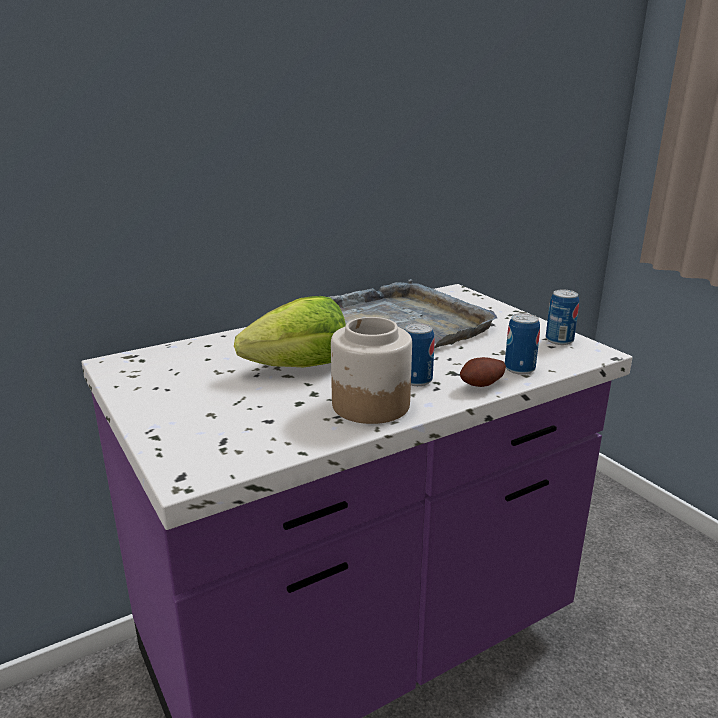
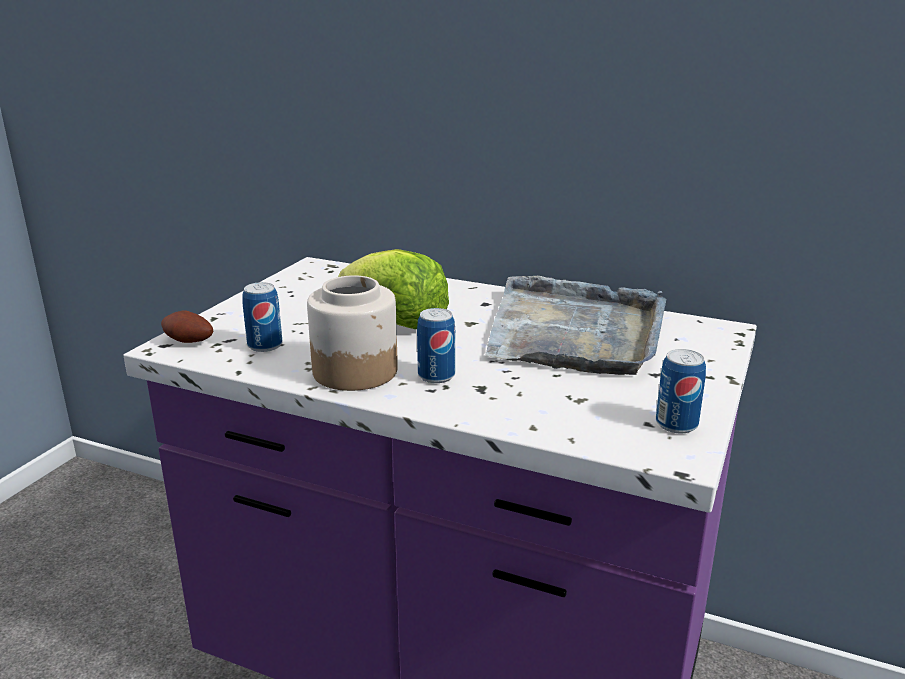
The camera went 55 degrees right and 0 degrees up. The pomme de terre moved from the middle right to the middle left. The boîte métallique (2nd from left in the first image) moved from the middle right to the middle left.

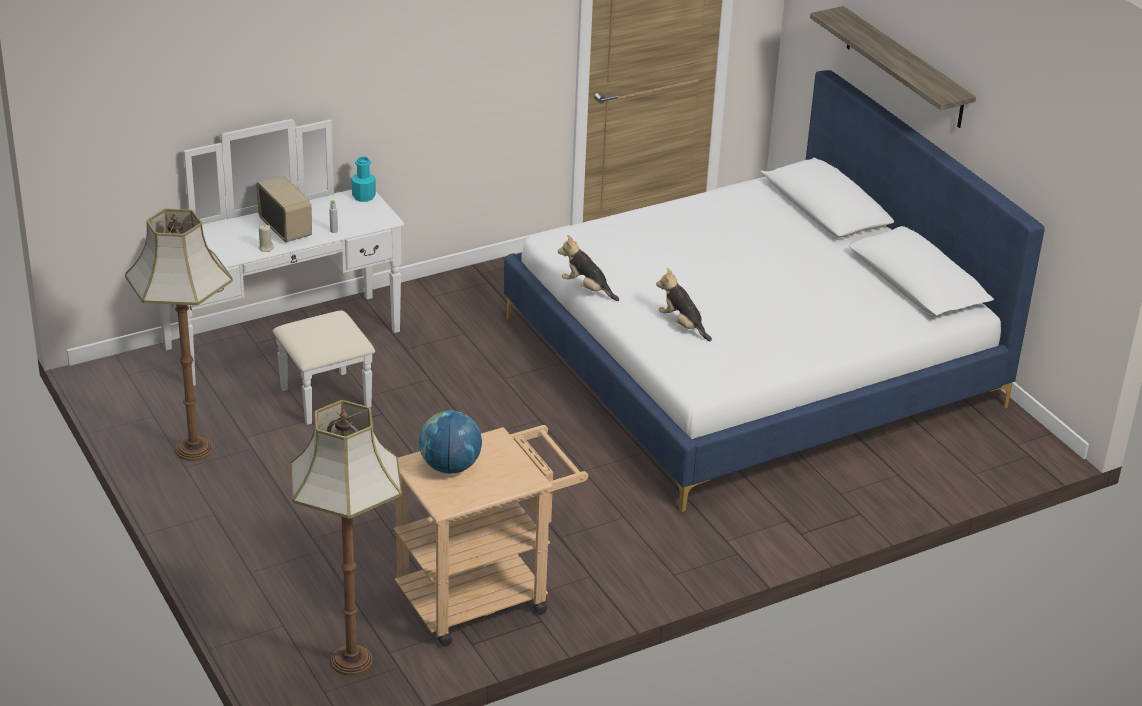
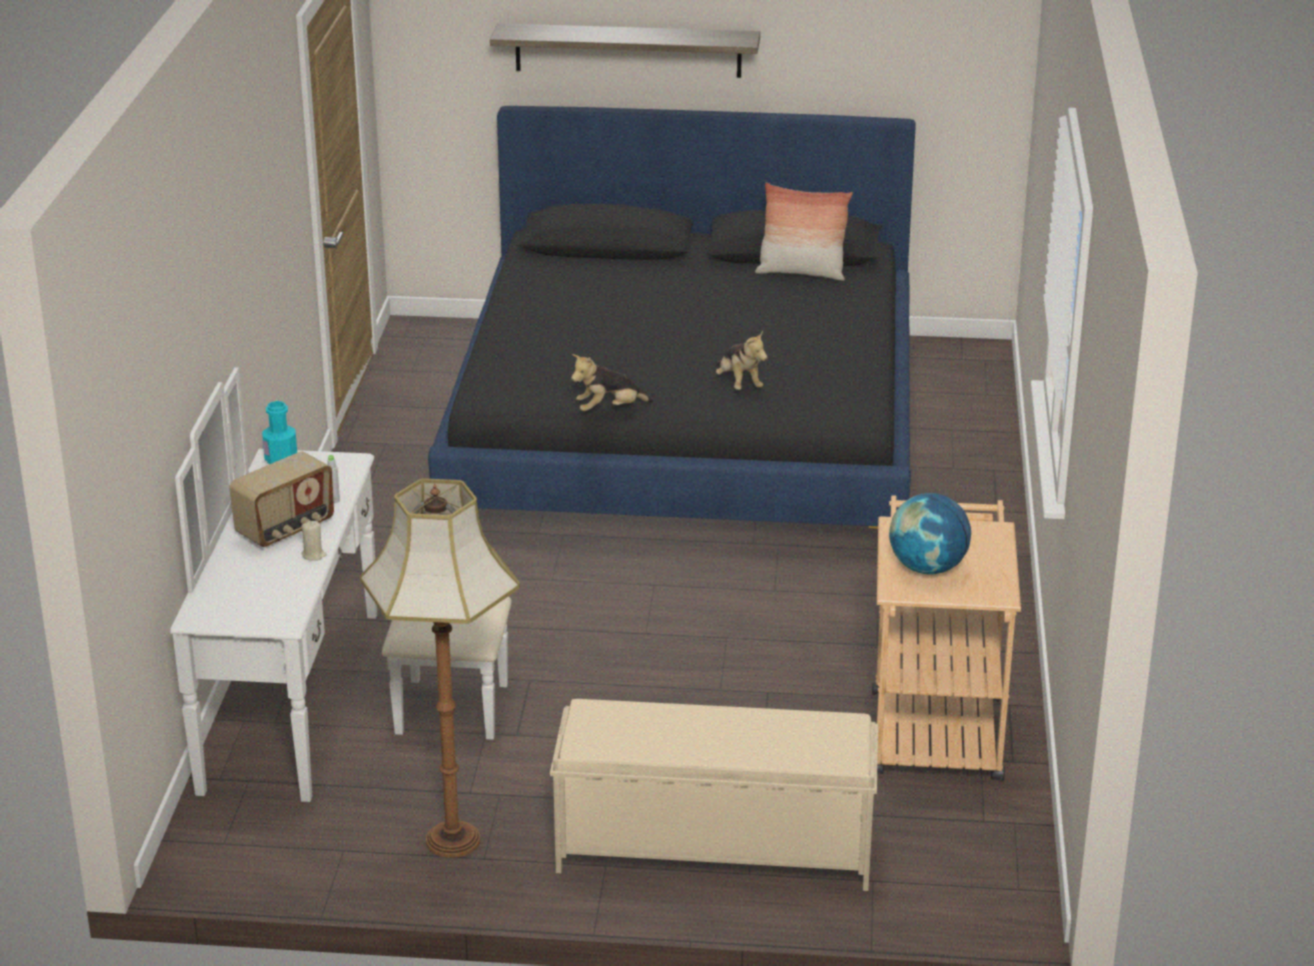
The camera went 55 degrees left and 5 degrees down. The radio at the top left turned 135 degrees clockwise. The lit/blanc at the middle right became the lit/noir at the top centre. The banc/beige at the bottom centre appeared. The peluche (2nd from left) at the centre turned 105 degrees counterclockwise. The coussin at the top centre appeared. The lampadaire (2nd from left) at the bottom left disappeared.

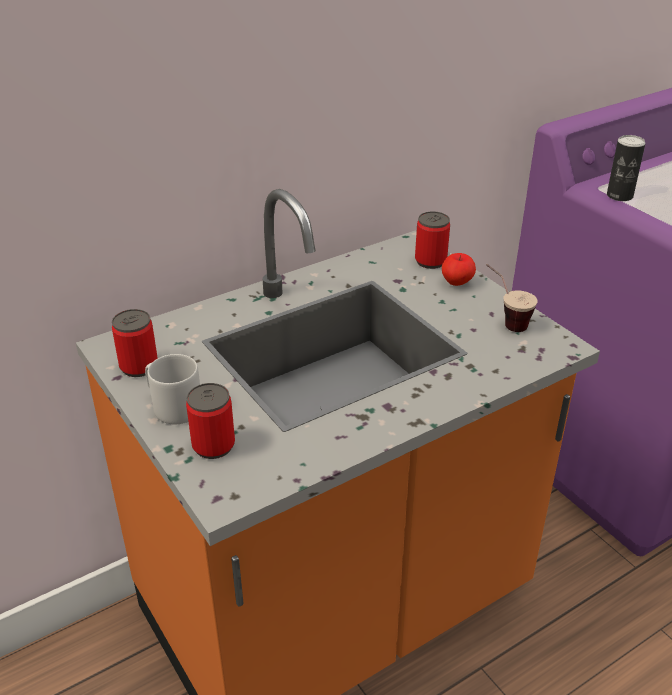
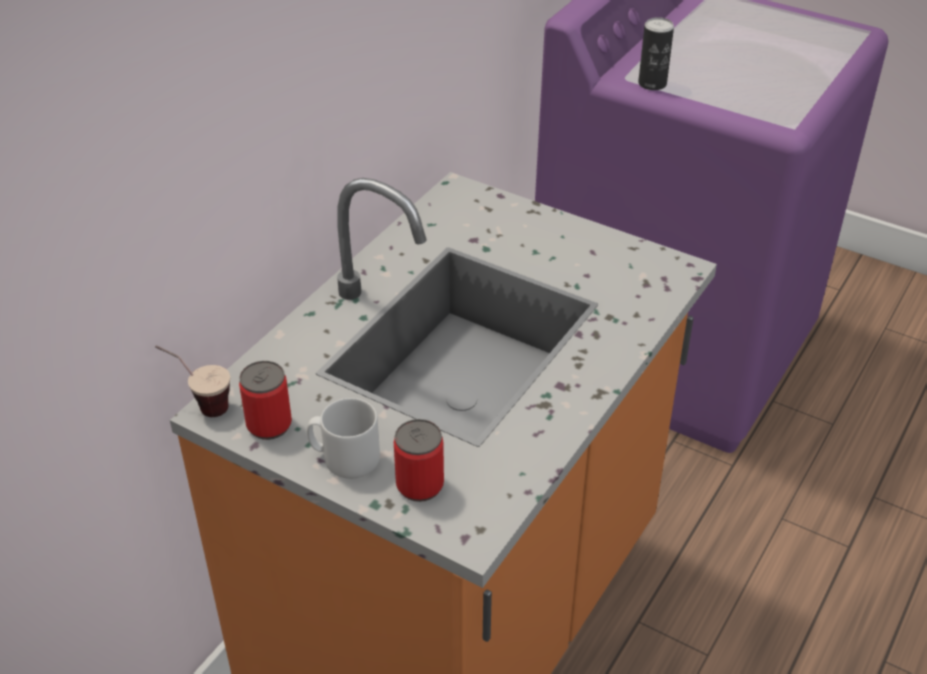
The camera went 25 degrees left and 5 degrees up. The tasse moved from the middle right to the middle left. The boîte métallique (3rd from left) at the centre disappeared. The pomme at the middle right disappeared.

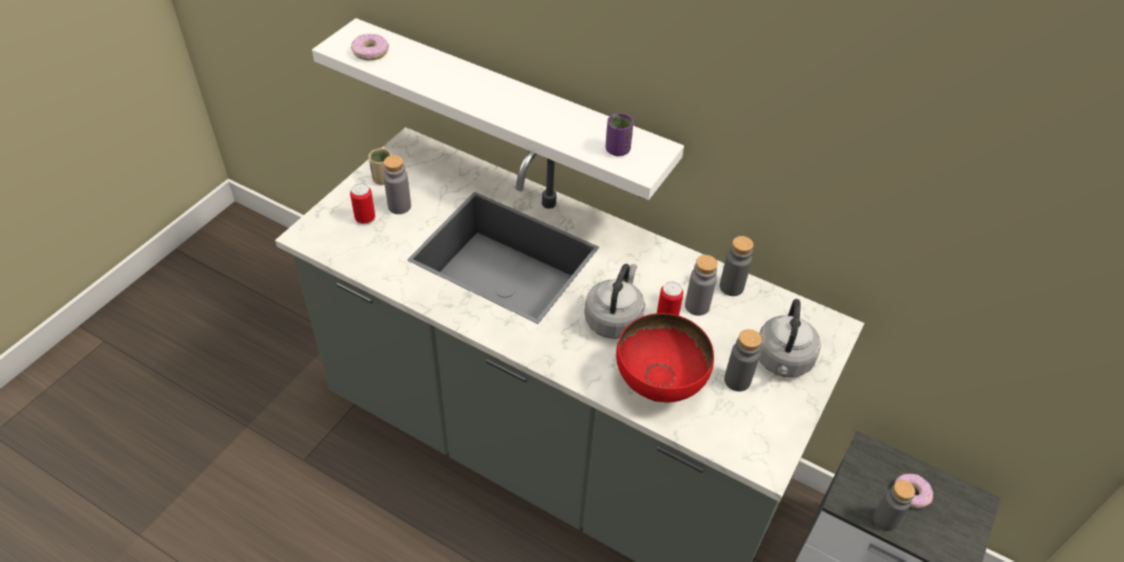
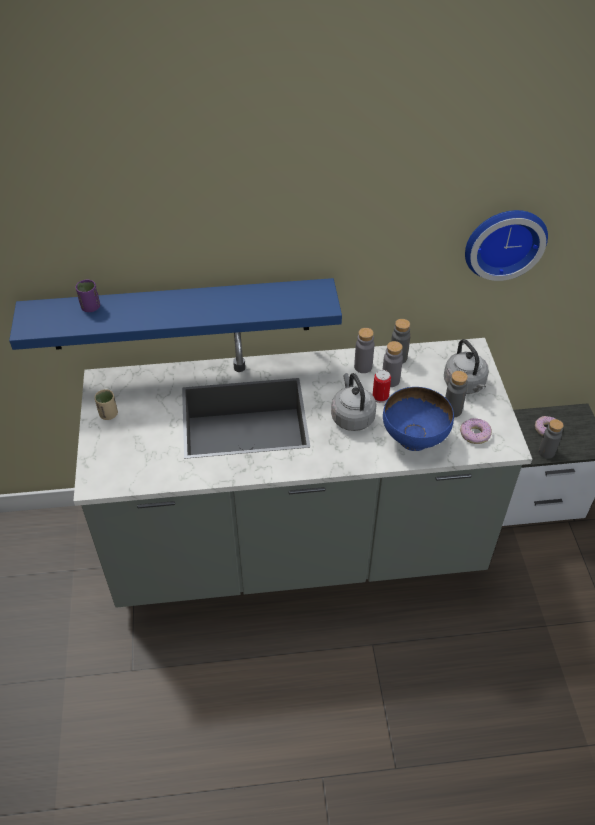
The camera went 35 degrees left and 0 degrees up. The étagère/blanc at the top centre became the étagère/bleu at the middle left. The tasse/violet moved from the top centre to the middle left. The bouteille/gris (1st from left) moved from the top centre to the centre. The bol/rouge at the centre became the bol/bleu at the middle right. The beignet (1st from left) moved from the top left to the middle right. The horloge murale at the top right appeared. The boîte métallique (1st from left) at the middle left disappeared.

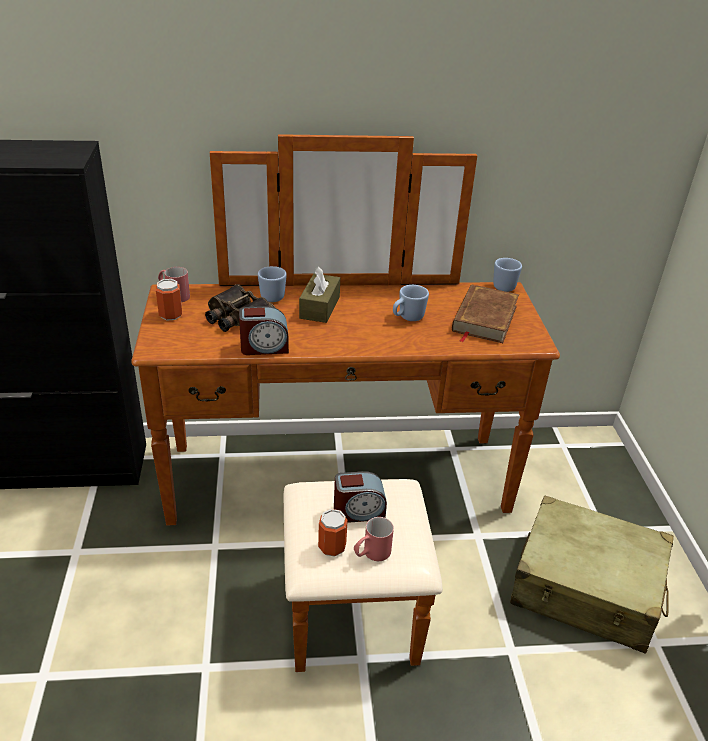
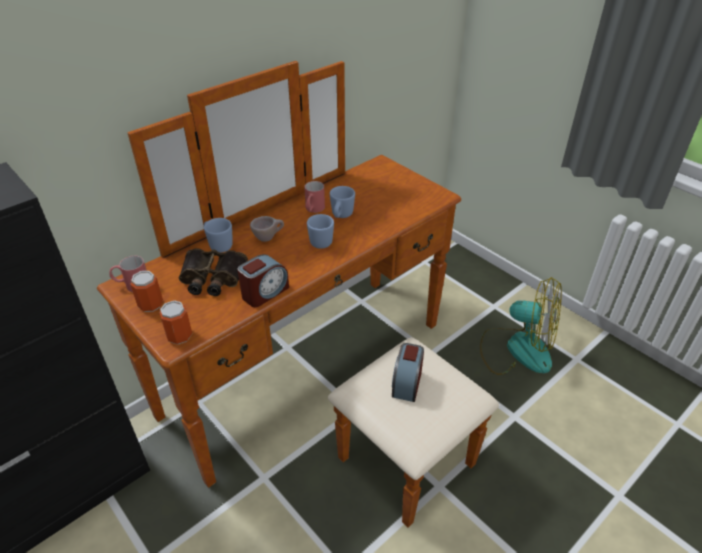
The camera went 35 degrees left and 5 degrees up. The boîte métallique (2nd from left) moved from the bottom centre to the middle left. The boîte à mouchoirs/marron at the centre was replaced by the tasse/beige at the centre. The mug/rouge (2nd from left) moved from the bottom centre to the centre. The mug/bleu (3rd from left in the first image) moved from the middle right to the centre. The réveil (2nd from left) at the bottom centre turned 150 degrees clockwise. The valise/beige at the bottom right was replaced by the ventilateur at the middle right. The livre/marron at the middle right disappeared.

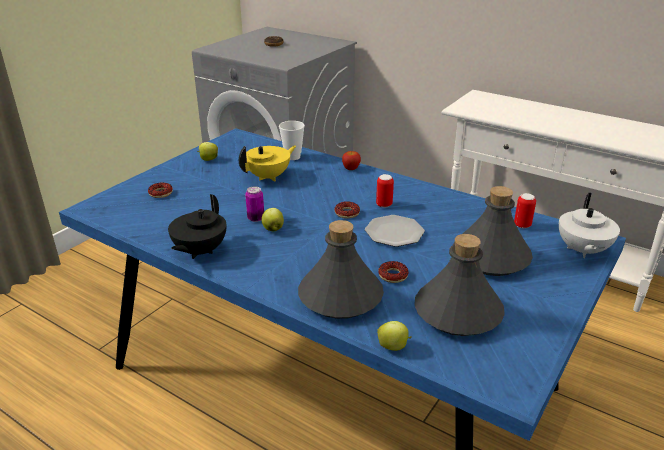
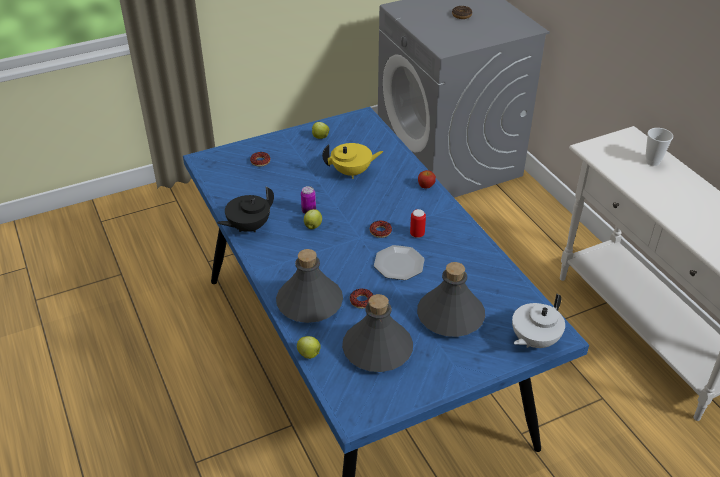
The camera went 30 degrees right and 10 degrees up. The tasse moved from the top centre to the top right. The boîte métallique (3rd from left) at the middle right disappeared.

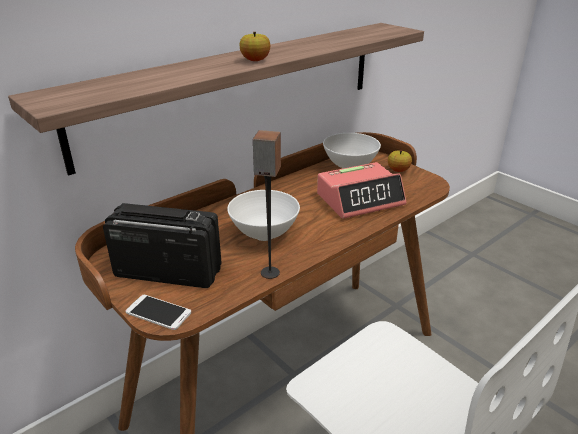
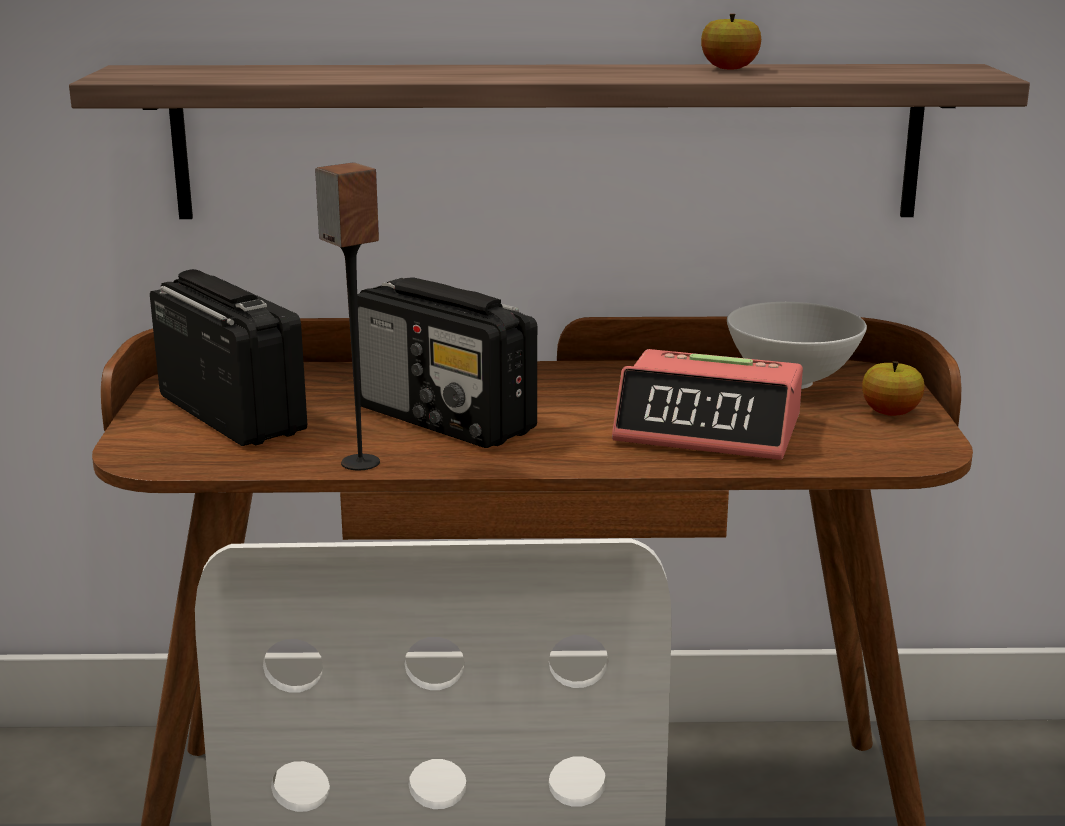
The camera went 40 degrees right and 10 degrees down. The bol/blanc (1st from left) at the centre was replaced by the radio (2nd from left) at the centre. The pomme (1st from left) moved from the top centre to the top right. The téléphone at the bottom left disappeared.

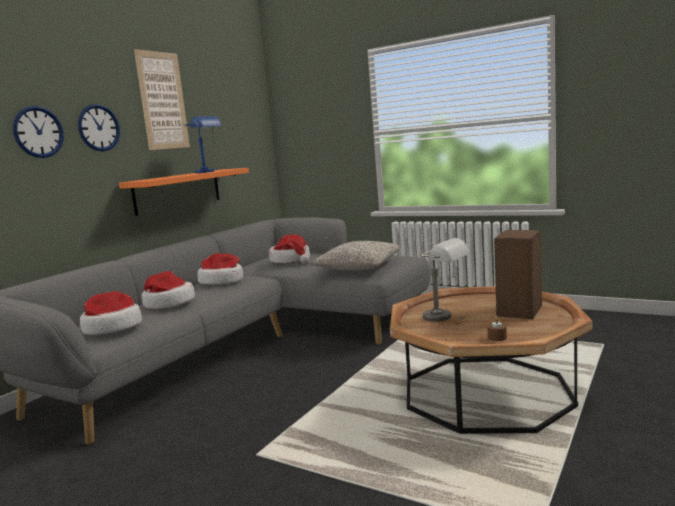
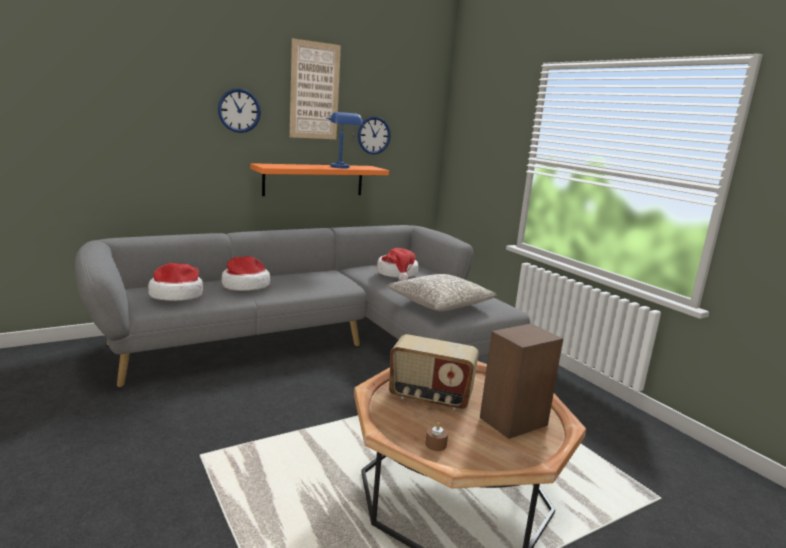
The camera went 25 degrees right and 5 degrees up. The horloge murale (1st from left in the first image) moved from the top left to the top centre. The lampe de table/gris at the centre was replaced by the radio at the bottom centre. The chapeau (3rd from left) at the middle left disappeared.

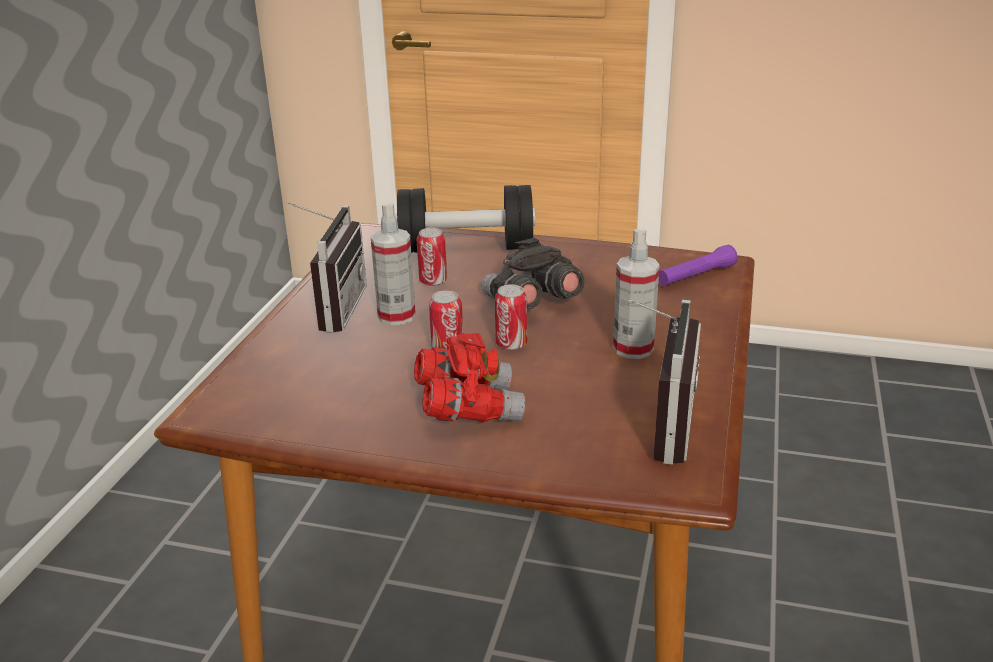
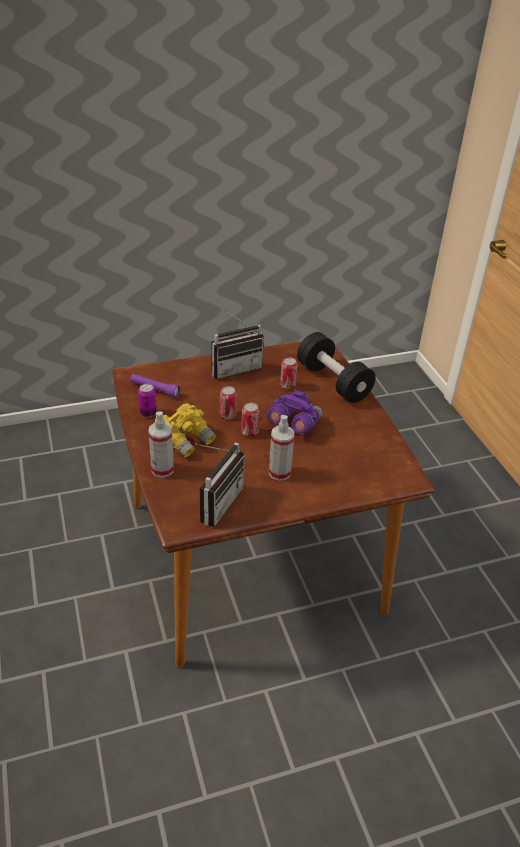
The camera went 55 degrees right and 10 degrees up. The lampe de poche/violet moved from the middle right to the middle left. The boîte métallique (1st from left) at the middle left appeared. The vaporisateur (1st from left) moved from the centre to the middle left. The jumelles/rouge at the centre became the jumelles/jaune at the centre. The radio (2nd from left in the first image) at the middle right turned 45 degrees counterclockwise. The jumelles/gris at the centre became the jumelles/violet at the centre.

